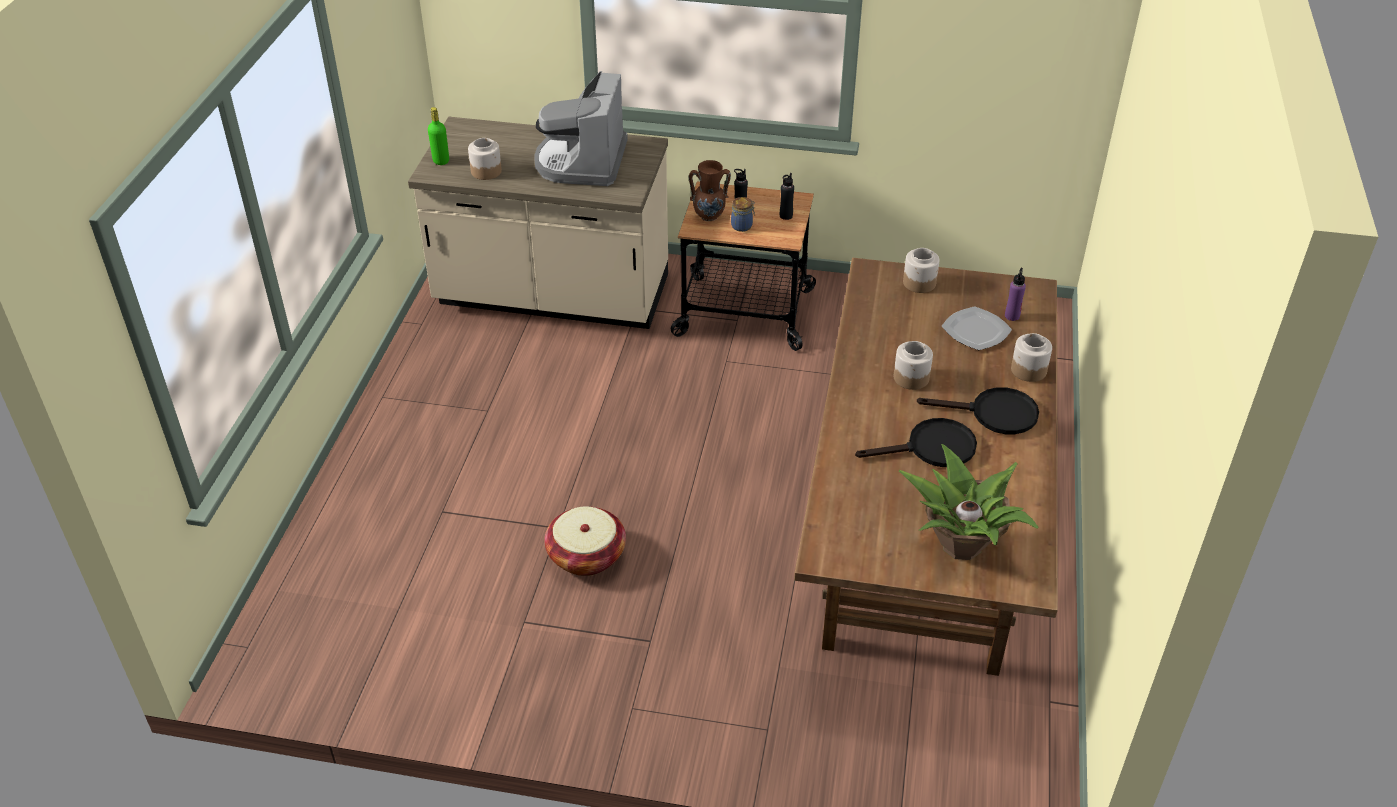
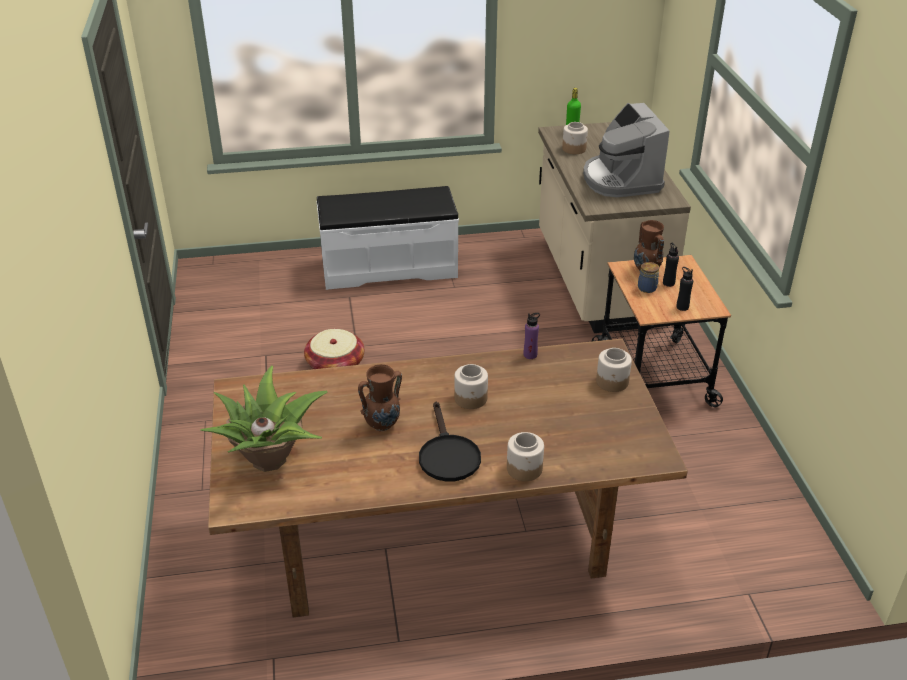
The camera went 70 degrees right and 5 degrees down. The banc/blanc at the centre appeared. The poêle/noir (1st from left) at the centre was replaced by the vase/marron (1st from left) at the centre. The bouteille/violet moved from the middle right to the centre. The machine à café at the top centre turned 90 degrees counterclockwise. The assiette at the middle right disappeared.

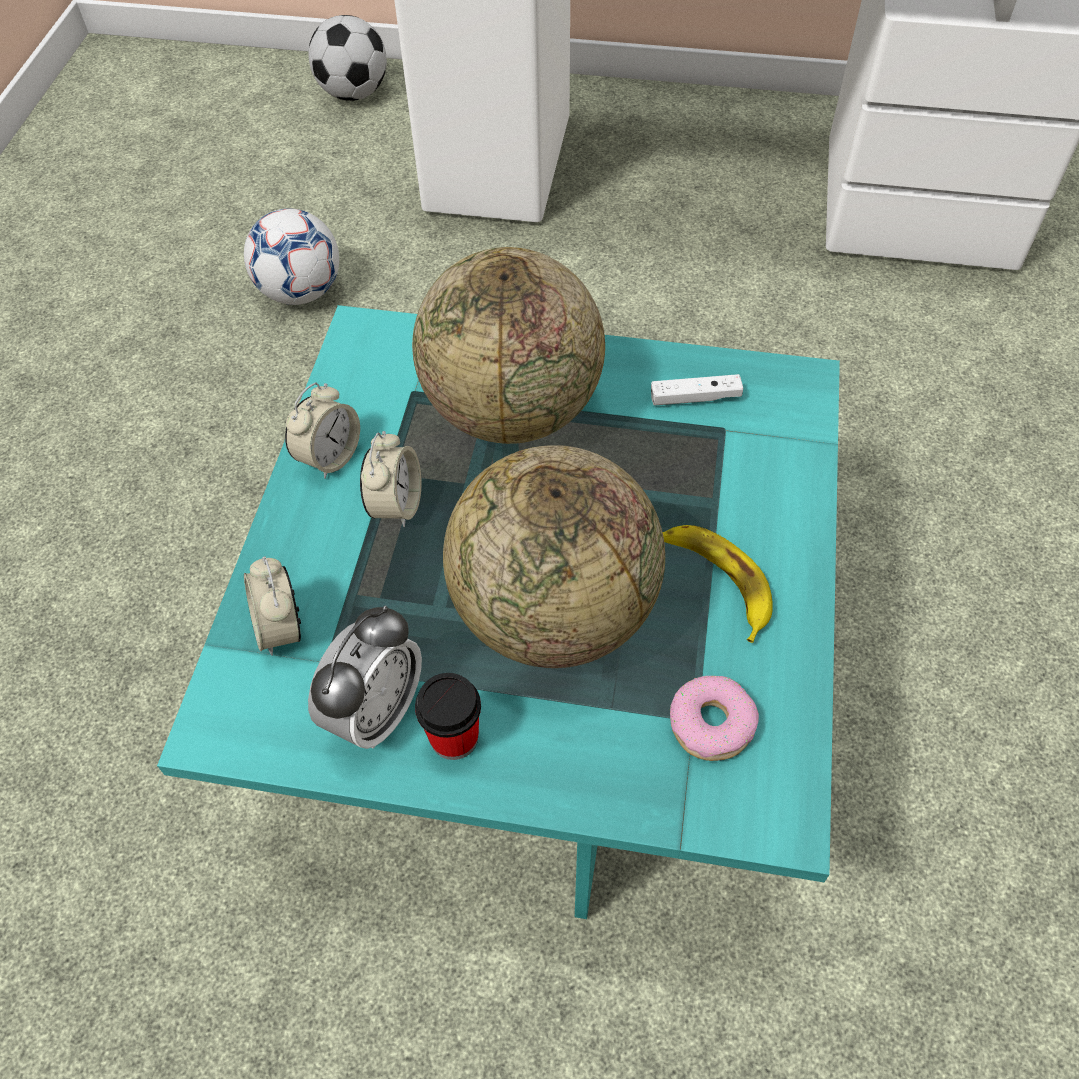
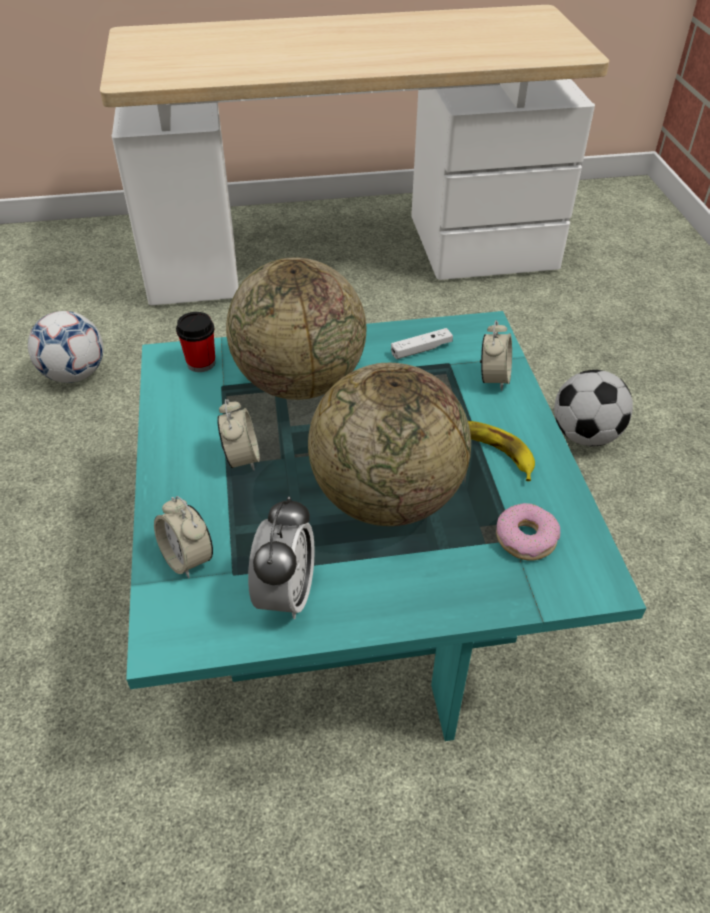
The camera went 20 degrees left and 10 degrees down. The tasse moved from the centre to the middle left. The réveil (2nd from left in the first image) moved from the middle left to the middle right. The ballon de foot (2nd from left) moved from the top left to the middle right.

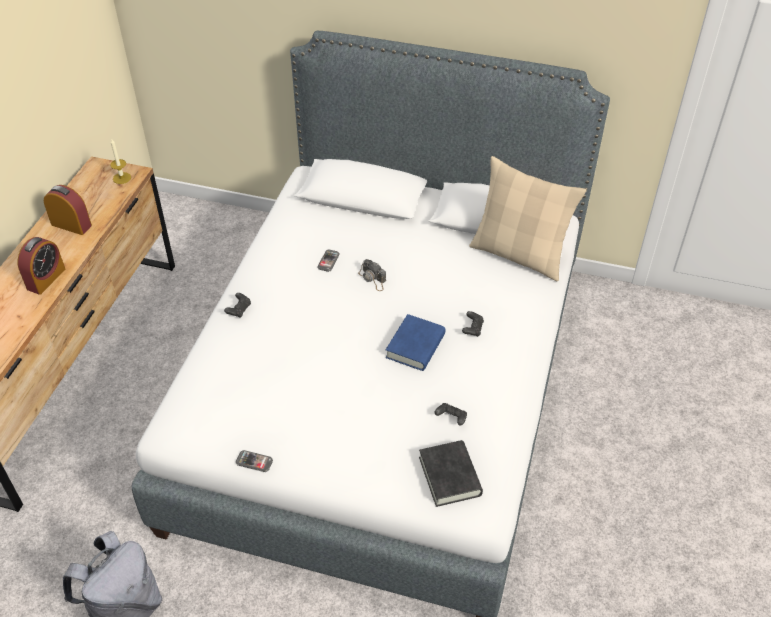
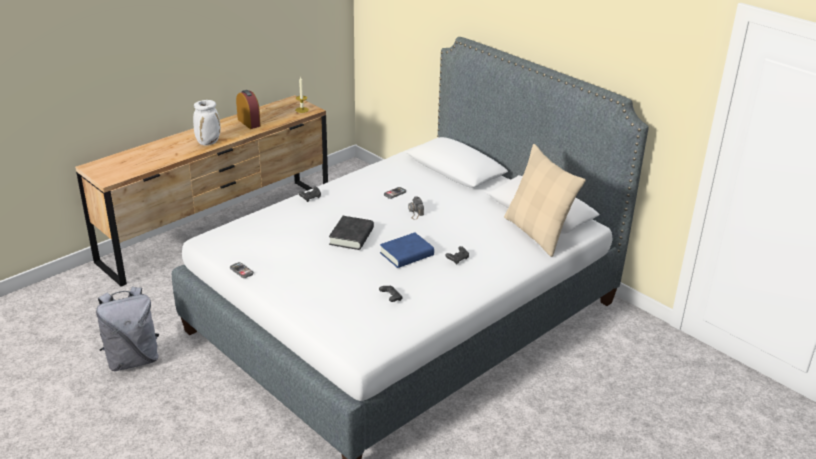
The camera went 30 degrees right and 15 degrees down. The réveil (1st from left) at the middle left was replaced by the vase/blanc at the top left. The livre/noir moved from the bottom centre to the centre.

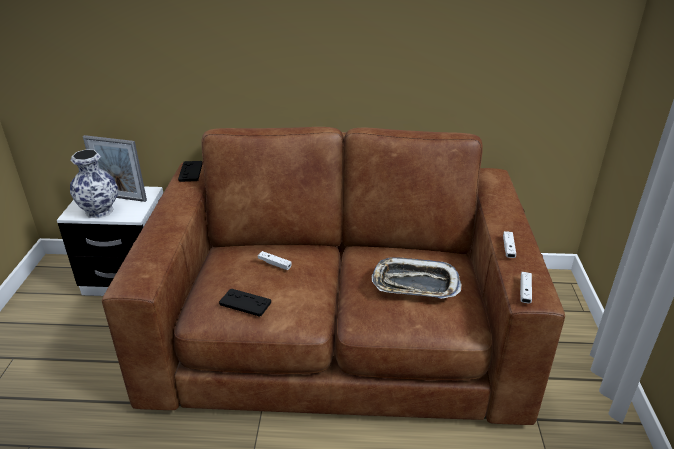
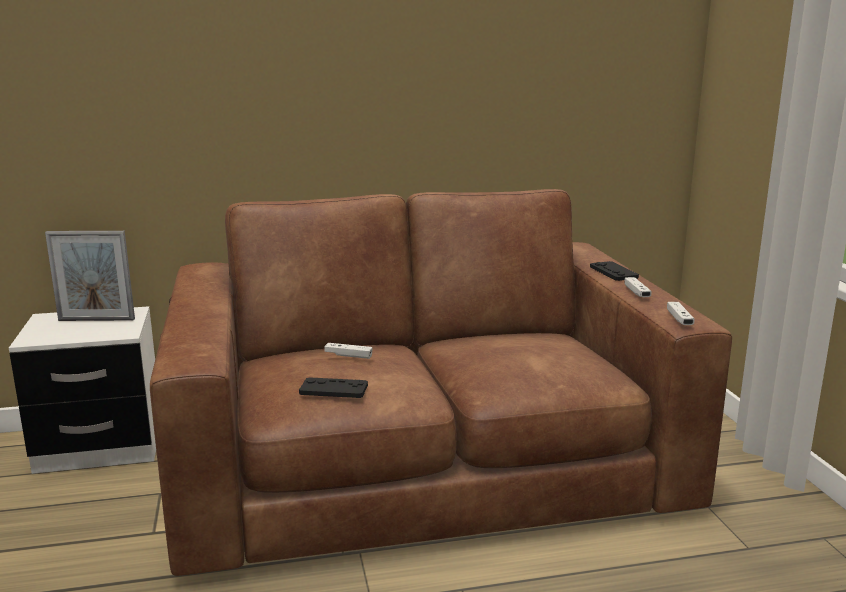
The camera went 15 degrees left and 15 degrees down. The manette/noir (1st from left in the first image) moved from the middle left to the middle right. The vase at the middle left disappeared. The plateau at the centre disappeared.

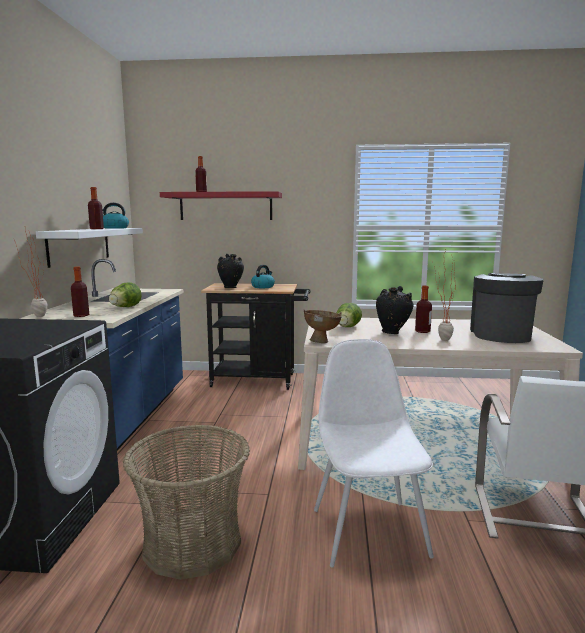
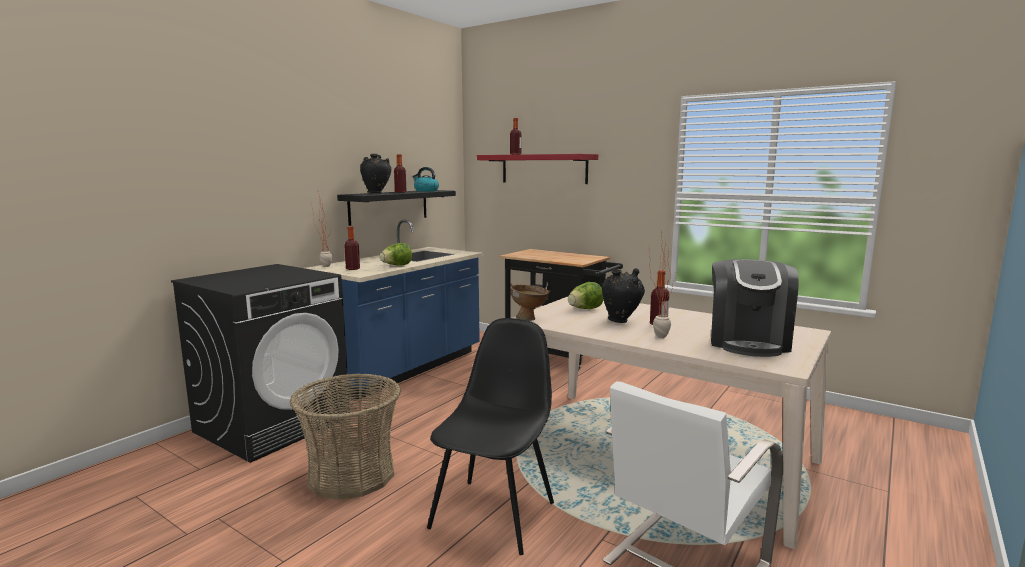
The camera went 30 degrees right and 0 degrees up. The étagère/blanc at the middle left became the étagère/noir at the centre. The vase/noir (1st from left) moved from the centre to the top centre. The chaise/blanc (1st from left) at the bottom centre became the chaise/noir at the bottom centre. The machine à café at the middle right turned 150 degrees clockwise. The bouilloire (2nd from left) at the centre disappeared.

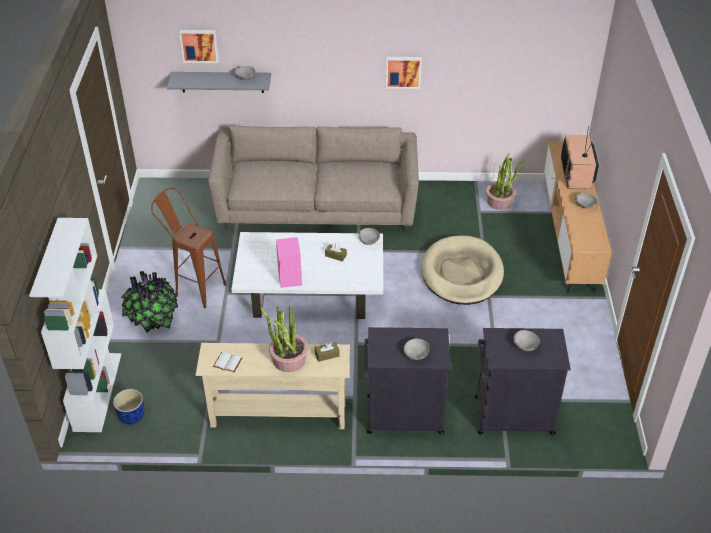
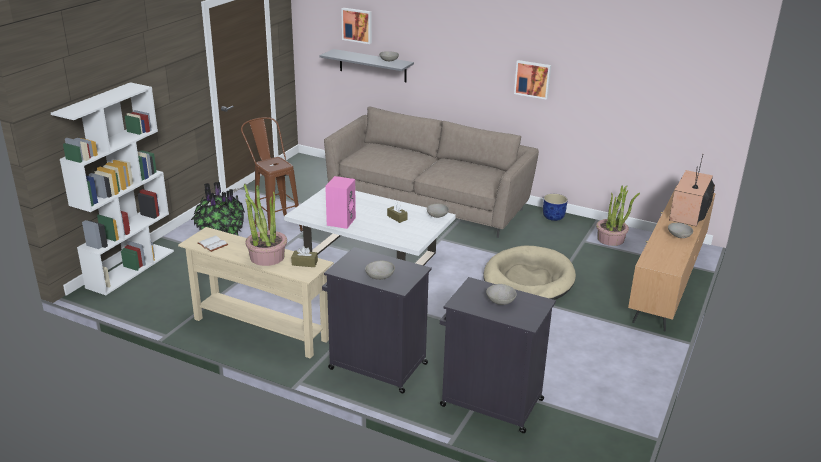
The camera went 25 degrees right and 15 degrees down. The cache-pot/bleu moved from the bottom left to the middle right.

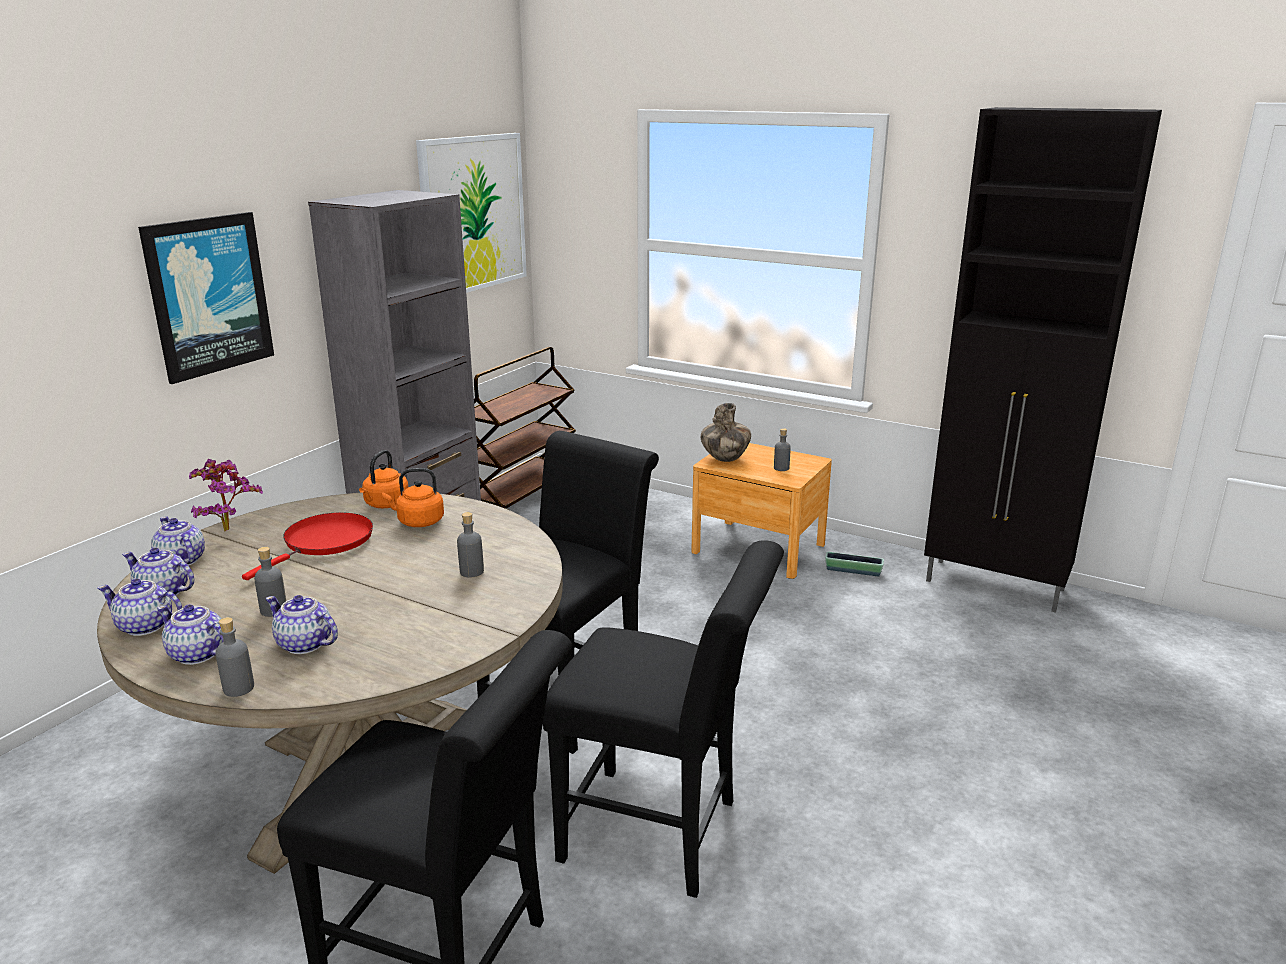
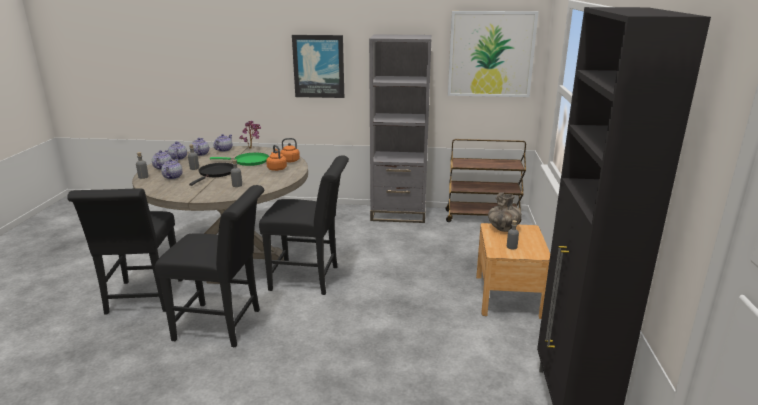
The camera went 65 degrees right and 0 degrees up. The chaise/noir (3rd from left in the first image) at the bottom centre turned 75 degrees counterclockwise. The poêle/noir at the middle left appeared. The poêle/rouge at the middle left became the poêle/vert at the middle left. The cache-pot at the centre disappeared.

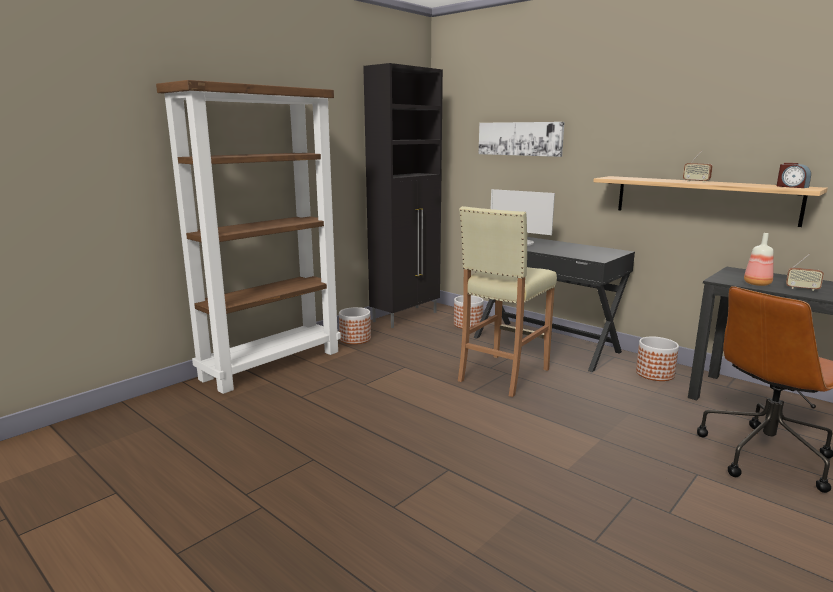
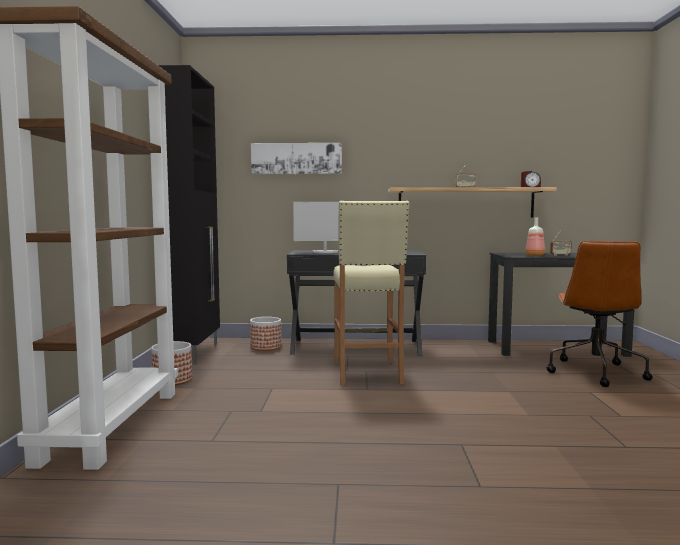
The camera went 40 degrees left and 10 degrees down. The cache-pot (3rd from left) at the middle right disappeared.

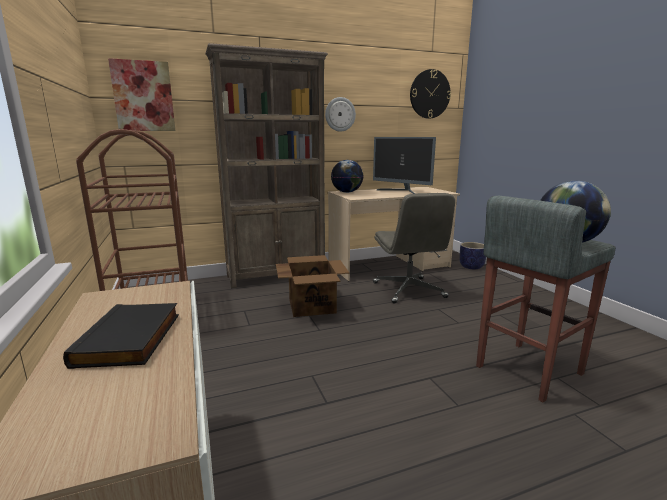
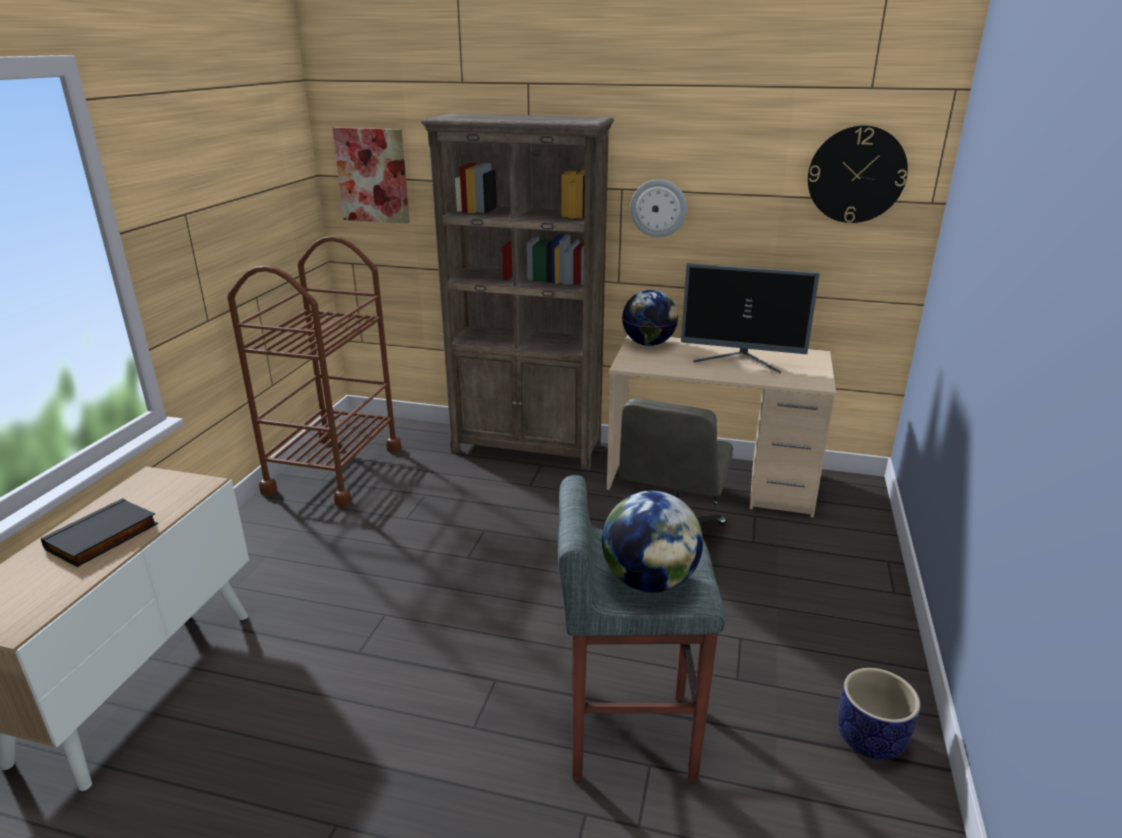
The camera went 35 degrees right and 10 degrees up. The écran d'ordinateur at the top centre turned 60 degrees counterclockwise. The cache-pot moved from the middle right to the bottom right. The carton at the centre disappeared.

